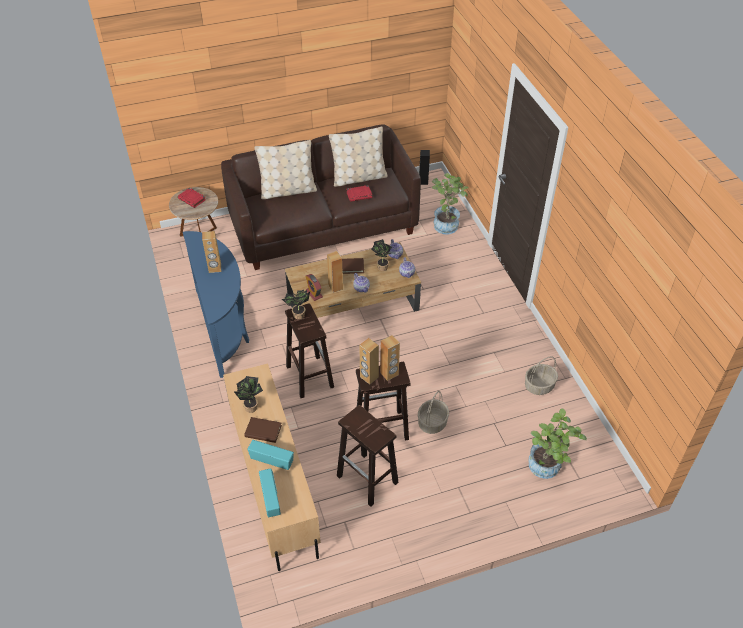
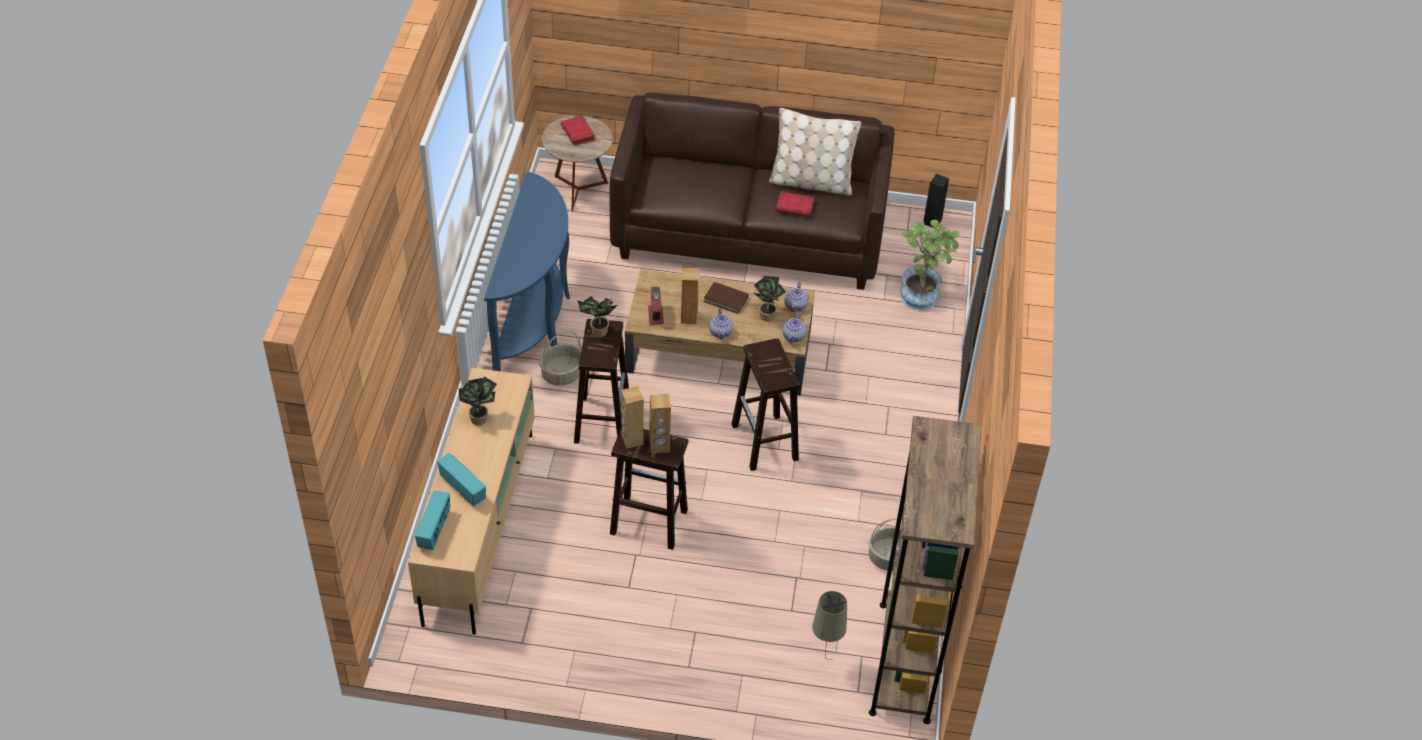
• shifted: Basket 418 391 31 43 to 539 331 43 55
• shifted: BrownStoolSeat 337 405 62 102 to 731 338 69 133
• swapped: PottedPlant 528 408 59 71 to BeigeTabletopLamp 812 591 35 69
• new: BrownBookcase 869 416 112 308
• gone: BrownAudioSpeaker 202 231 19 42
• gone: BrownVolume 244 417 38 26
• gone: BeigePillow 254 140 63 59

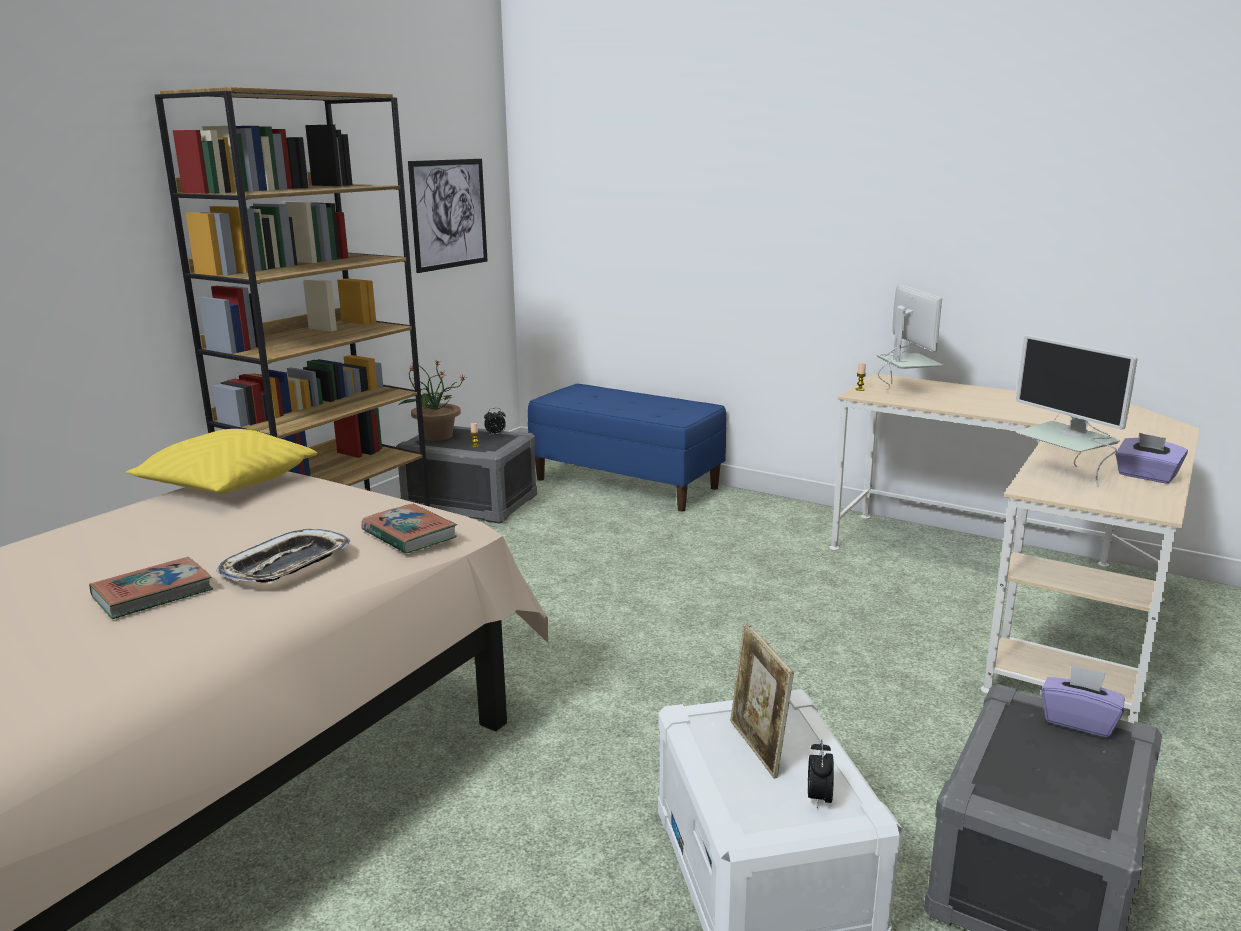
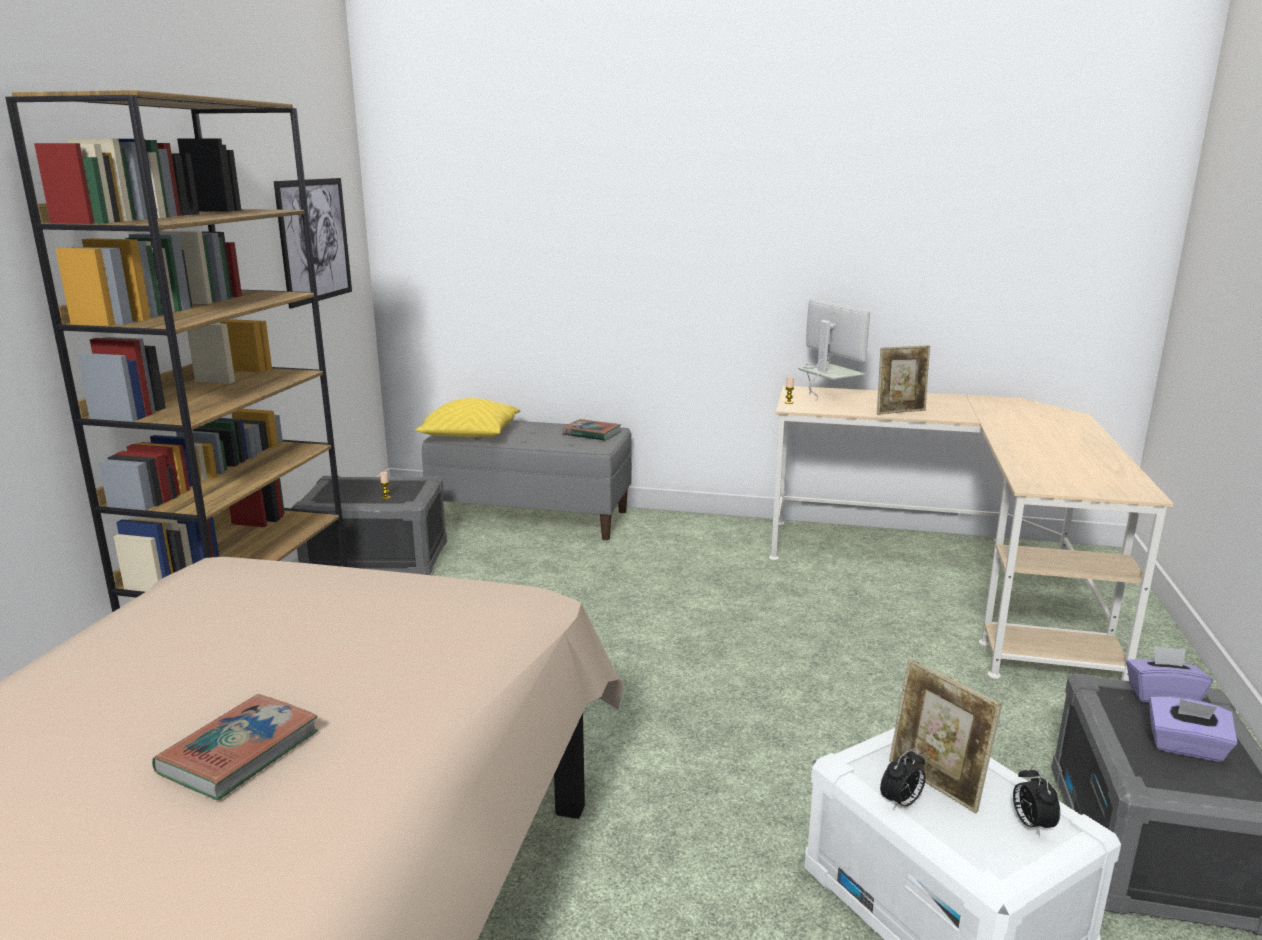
• shifted: YellowColouredPillow 126 429 191 65 to 415 398 106 39
• repainted: BlueIndoorBench 527 384 199 127 to GrayIndoorBench 422 421 210 119
• shifted: Volume 361 504 96 50 to 562 419 59 22
• new: PhotoFrame 877 346 53 69
• shifted: BedsideClock 484 408 22 28 to 880 748 46 62
• shifted: PurpleTissueHolder 1115 433 73 51 to 1149 696 89 66
• gone: Tray 217 529 133 54
• gone: PottedPlant 399 359 68 82
• gone: ComputerScreen 1016 335 121 153

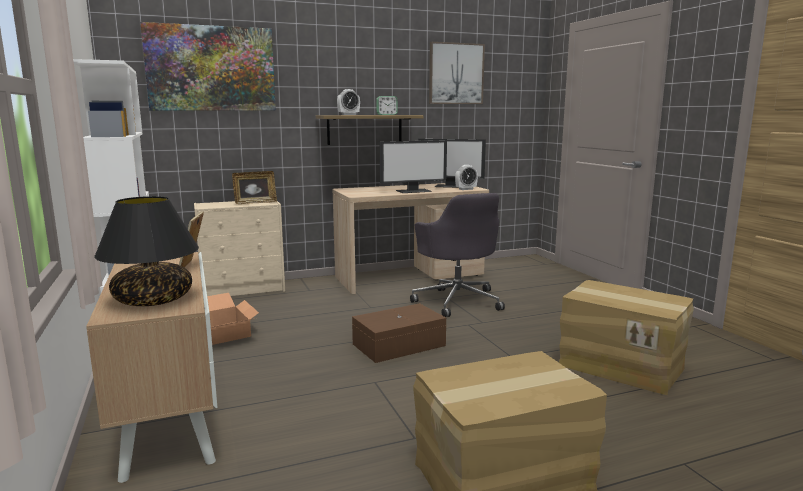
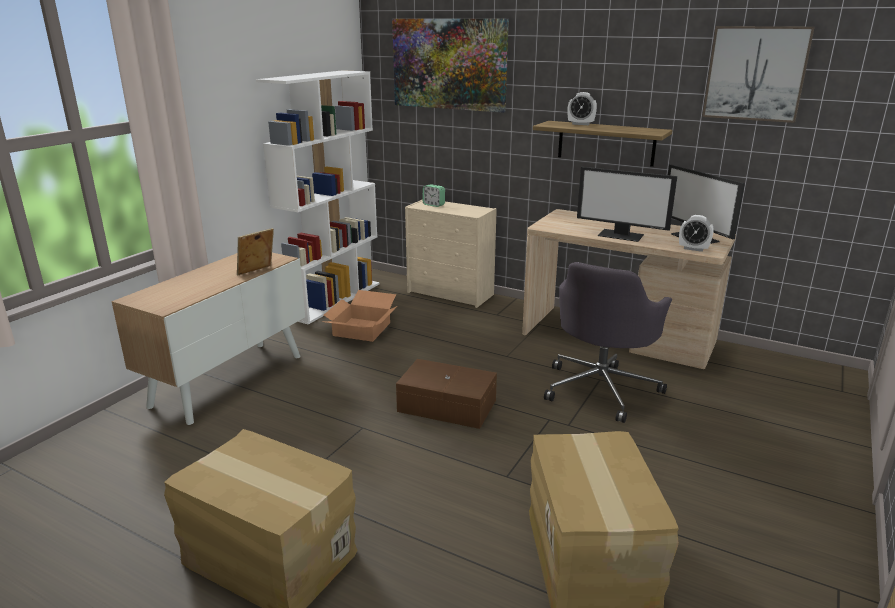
• shifted: BedsideClock 376 96 21 19 to 423 184 22 23
• gone: BlackishTabletopLamp 94 196 105 110
• gone: PhotoFrame 232 171 45 33

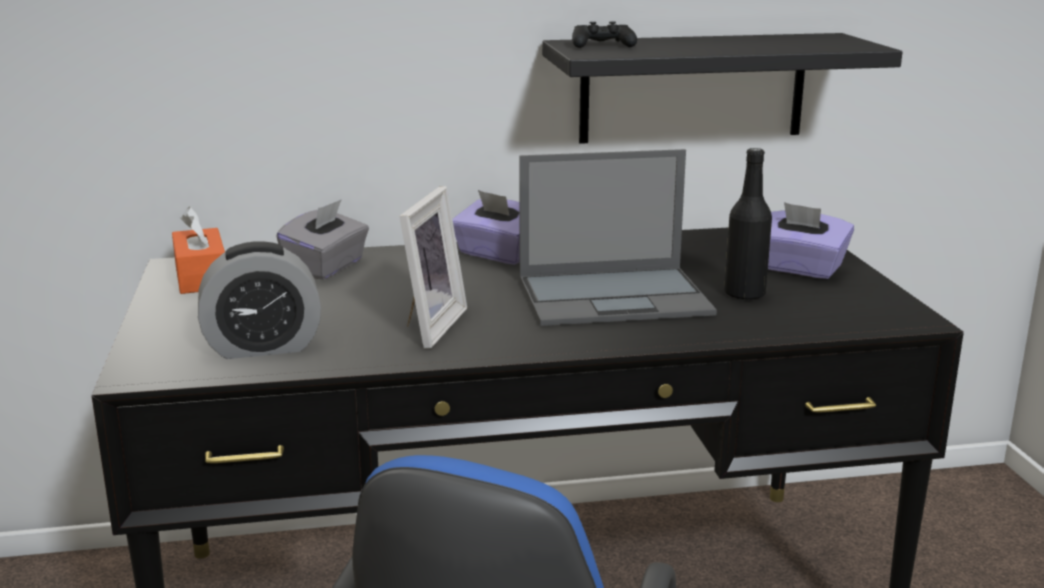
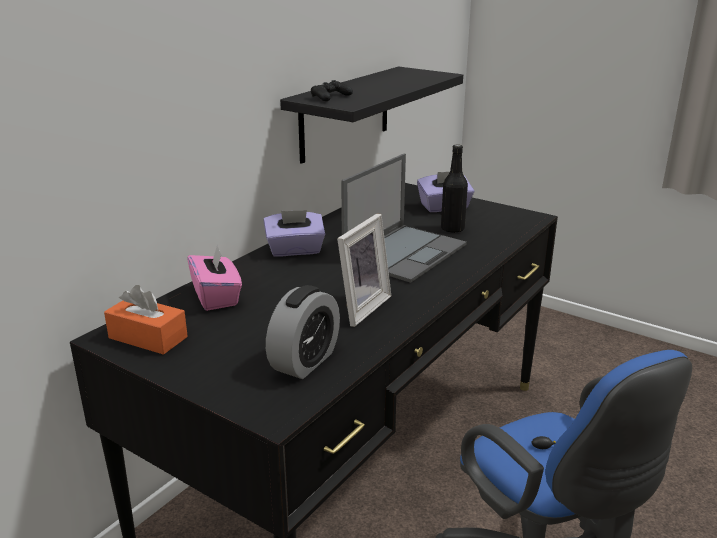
• repainted: GrayTissueHolder 276 199 93 81 to PinkTissueHolder 187 244 55 67
• rotated: PhotoFrame 399 186 68 163 = 337 214 54 113 60 degrees clockwise

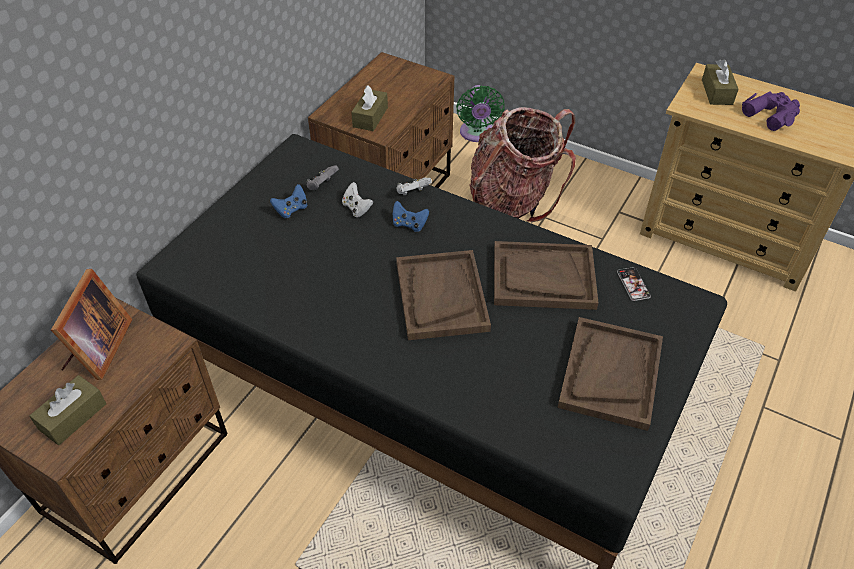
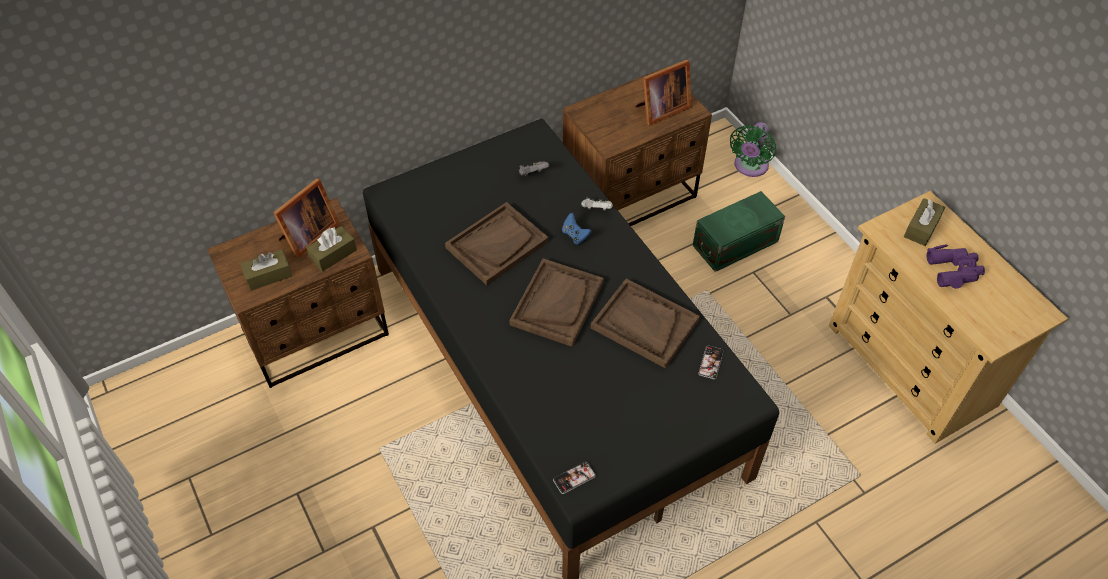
• shifted: BrownTissueHolder 351 86 37 45 to 306 226 51 46
• shifted: BrownTray 557 317 106 114 to 445 202 104 83
• new: Handset 553 462 43 32
• new: PhotoFrame 636 59 56 67
• swapped: Knapsack 470 107 106 116 to GreenStorageBin 693 191 92 81
• gone: BlueGamepad 270 184 38 34
• gone: WhitishGamepad 342 182 31 35

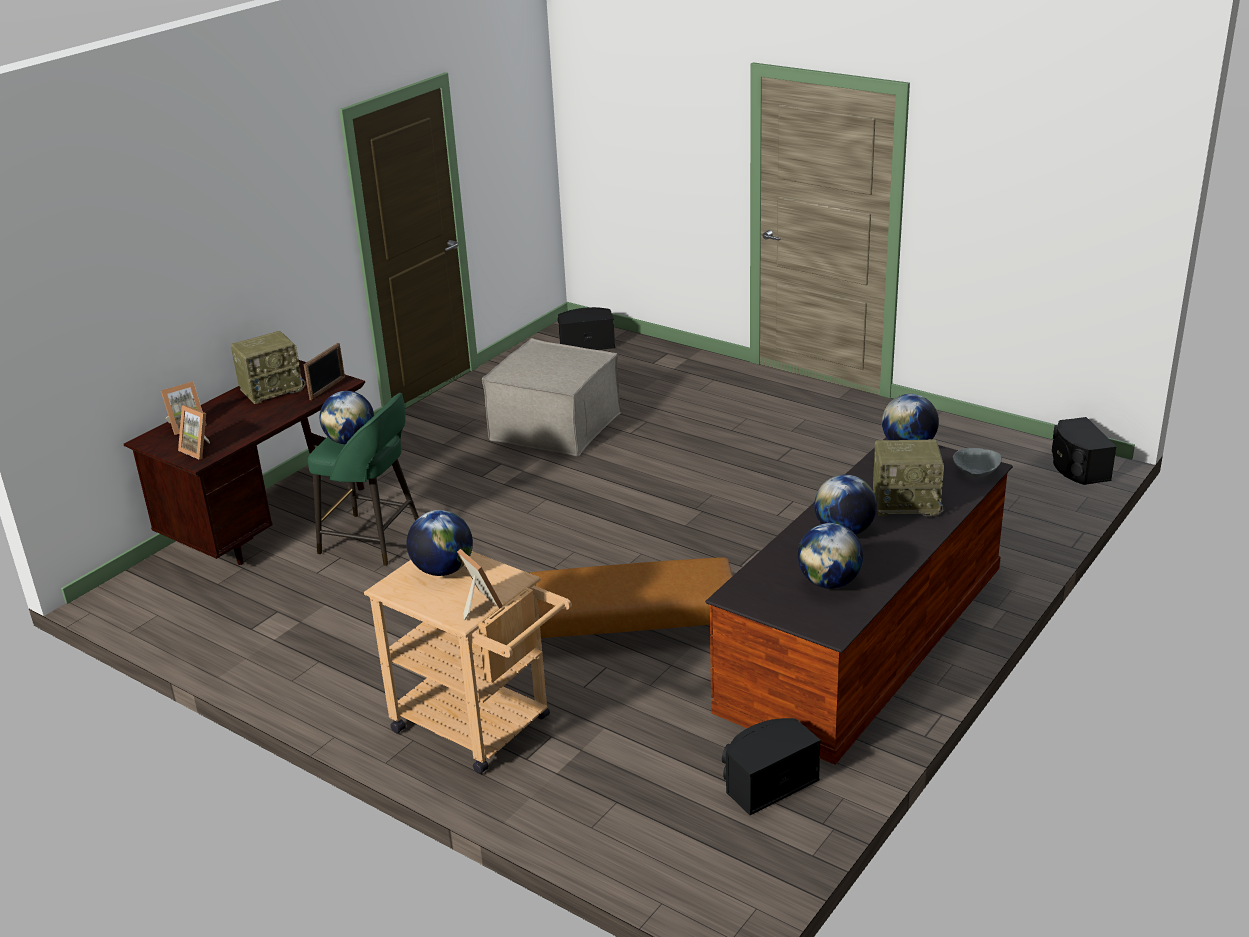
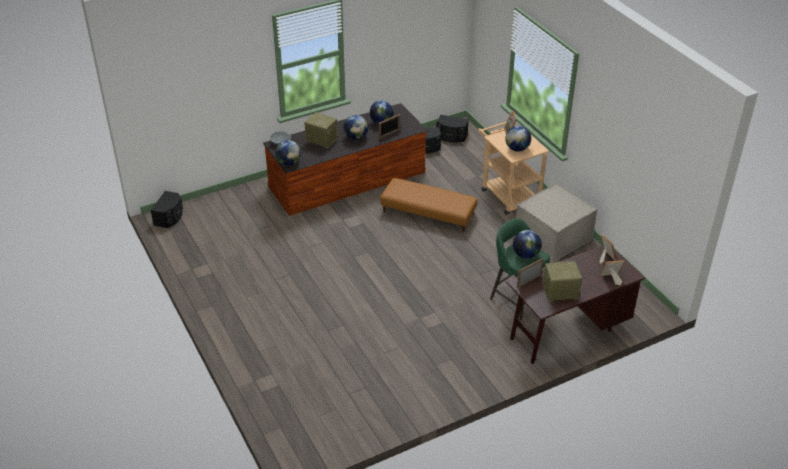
• new: PhotoFrame 379 114 21 25
• shifted: BlackishAudioSpeaker 557 307 58 43 to 436 115 33 28
• shifted: BeigeFootrest 482 338 139 119 to 515 182 83 80

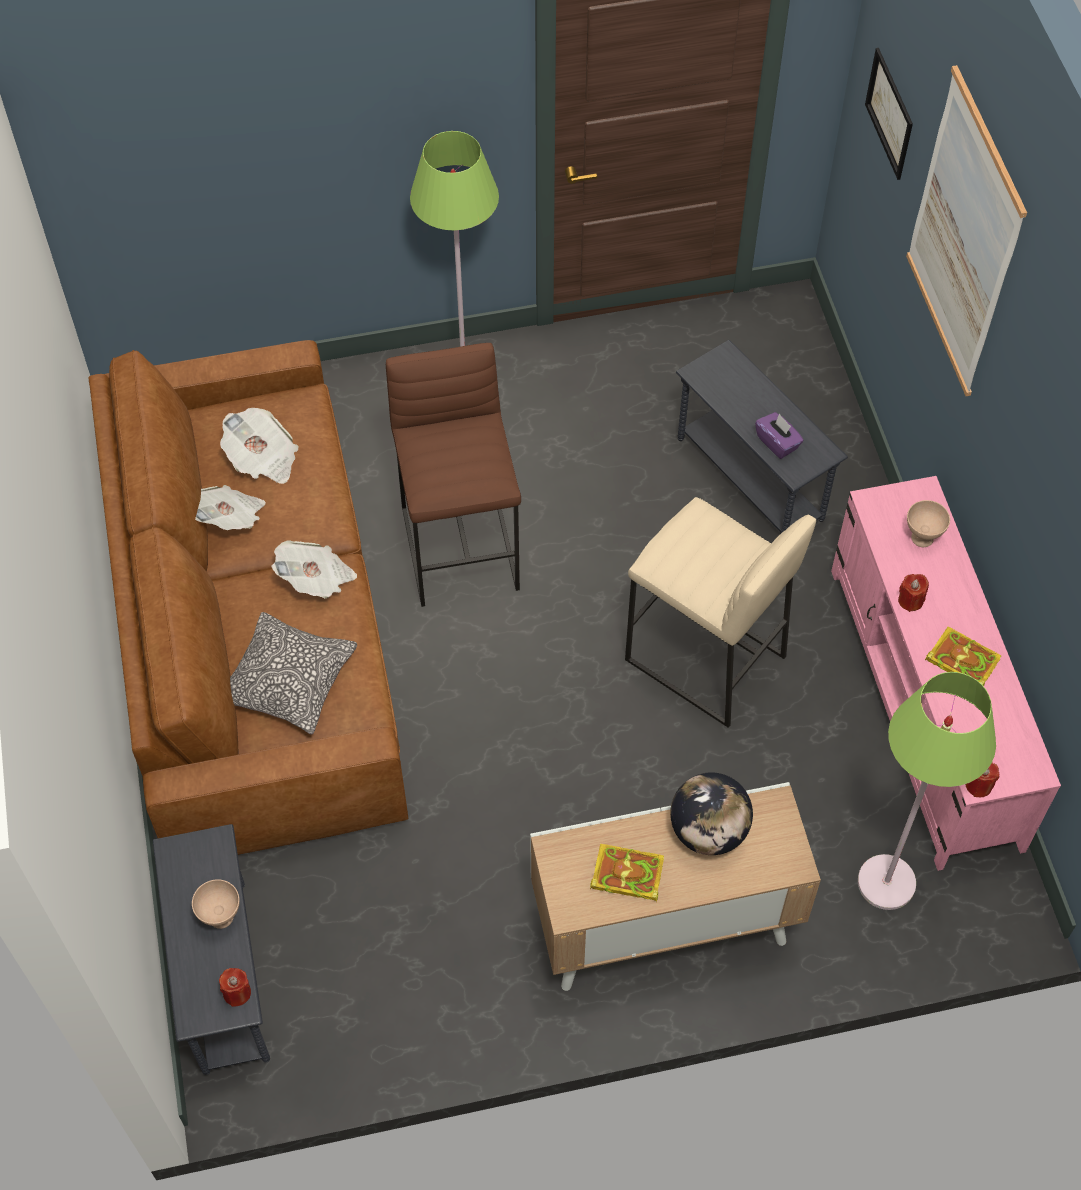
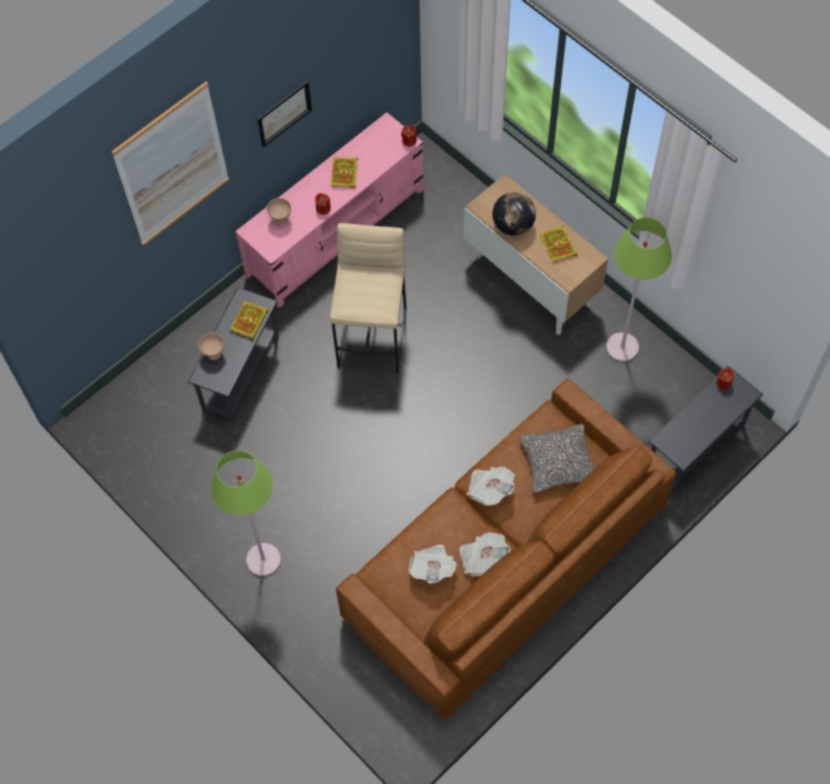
• shifted: BeigeDeepDish 192 879 48 50 to 199 333 25 27
• swapped: PurpleTissueHolder 755 412 49 47 to Volume 230 302 39 37
• shifted: WallPicture 865 48 48 132 to 257 81 55 67
• shifted: GreenFloorLamp 858 672 138 238 to 606 217 66 145
• gone: BrownStoolSeat 386 343 135 264

